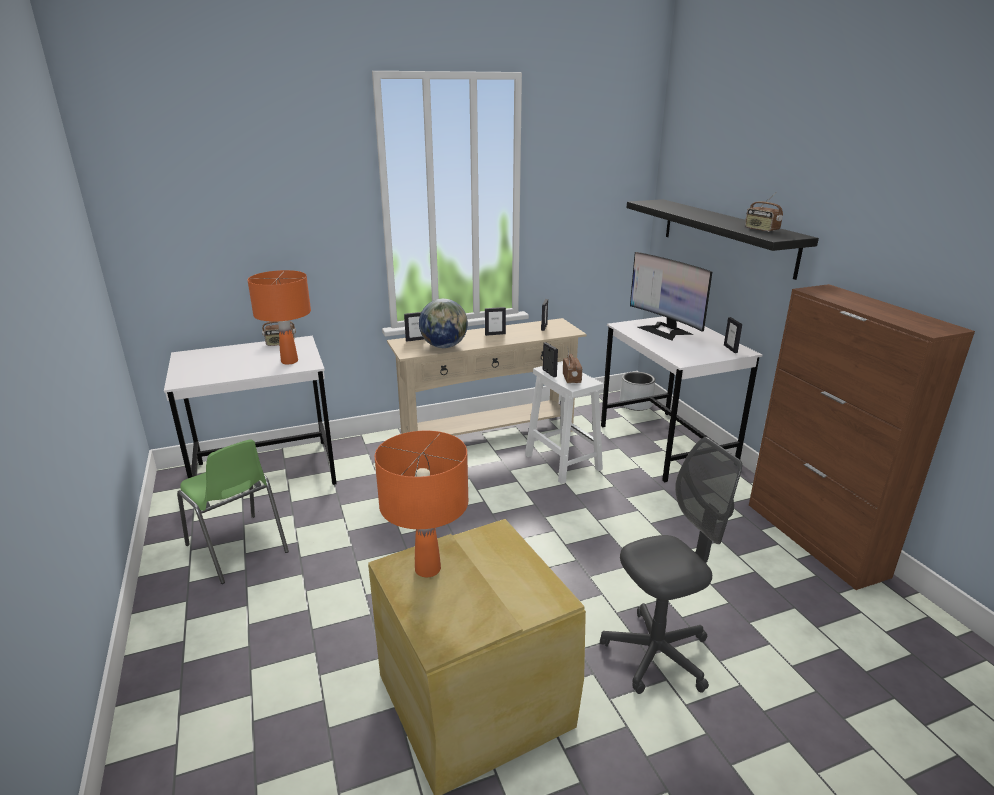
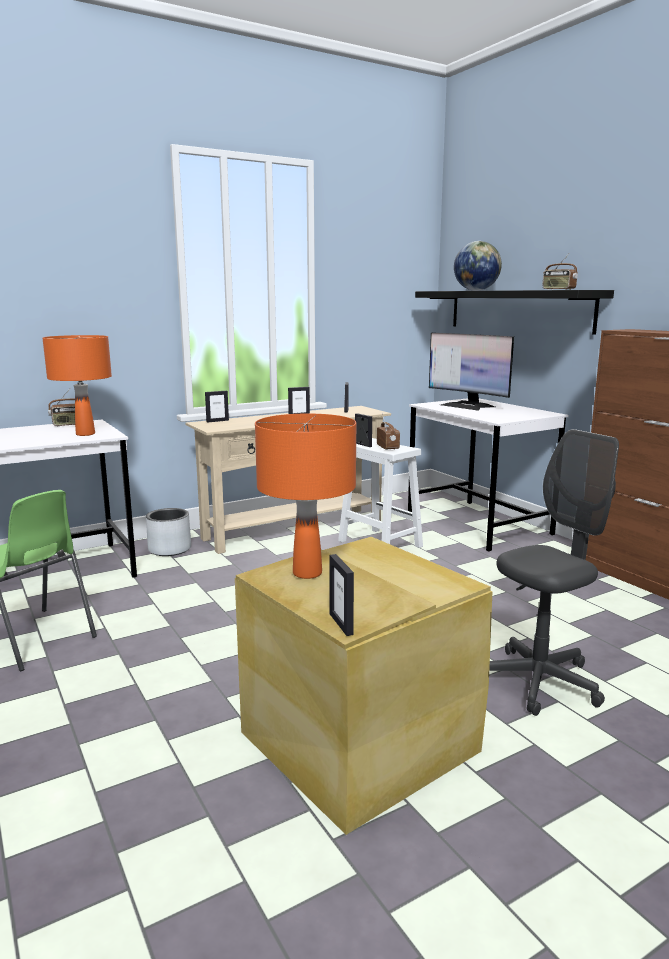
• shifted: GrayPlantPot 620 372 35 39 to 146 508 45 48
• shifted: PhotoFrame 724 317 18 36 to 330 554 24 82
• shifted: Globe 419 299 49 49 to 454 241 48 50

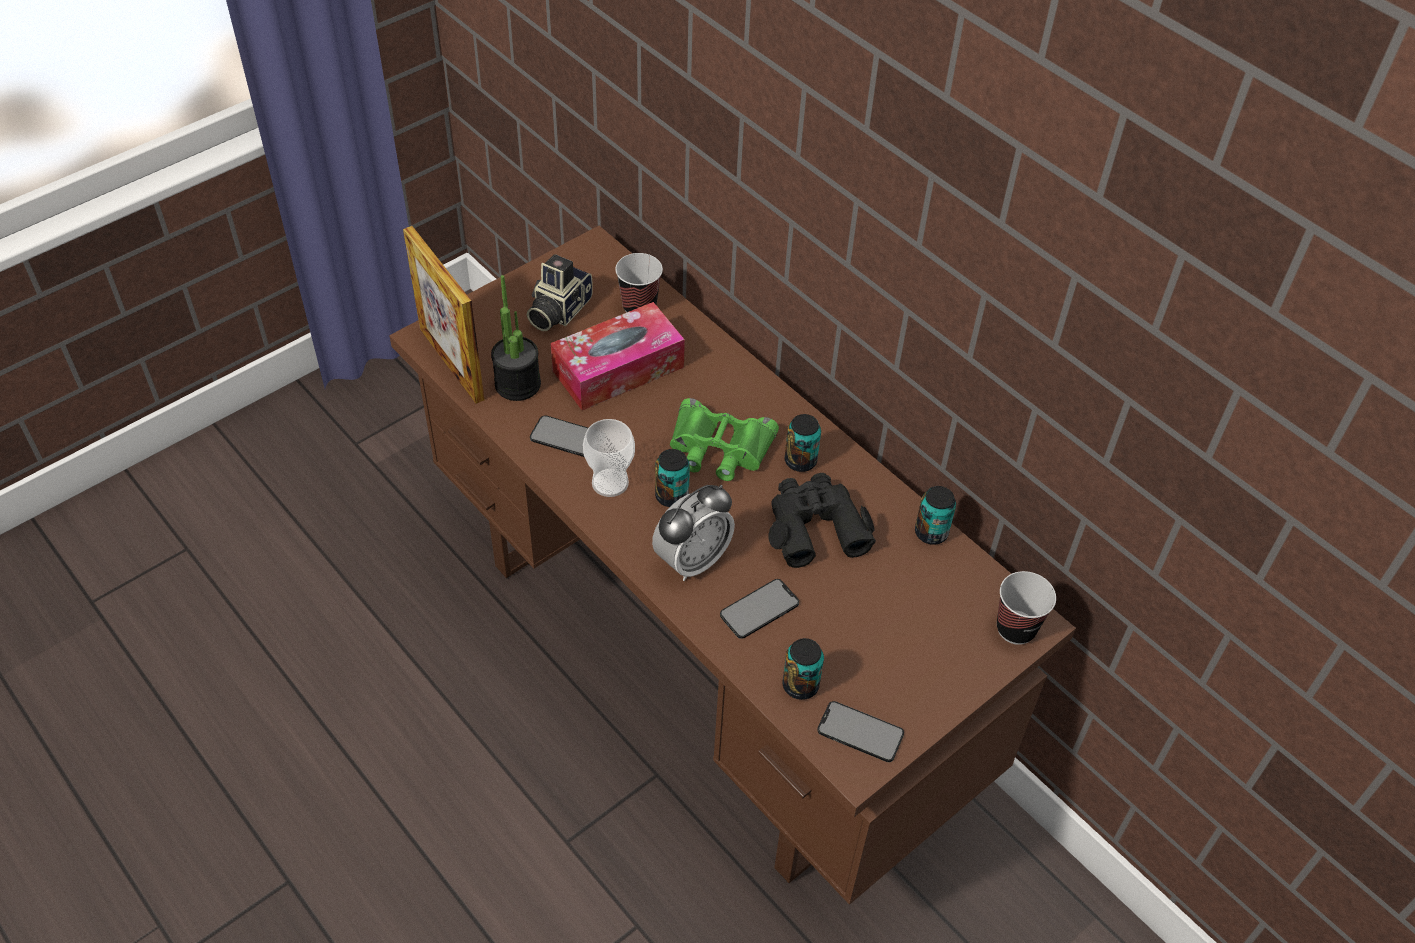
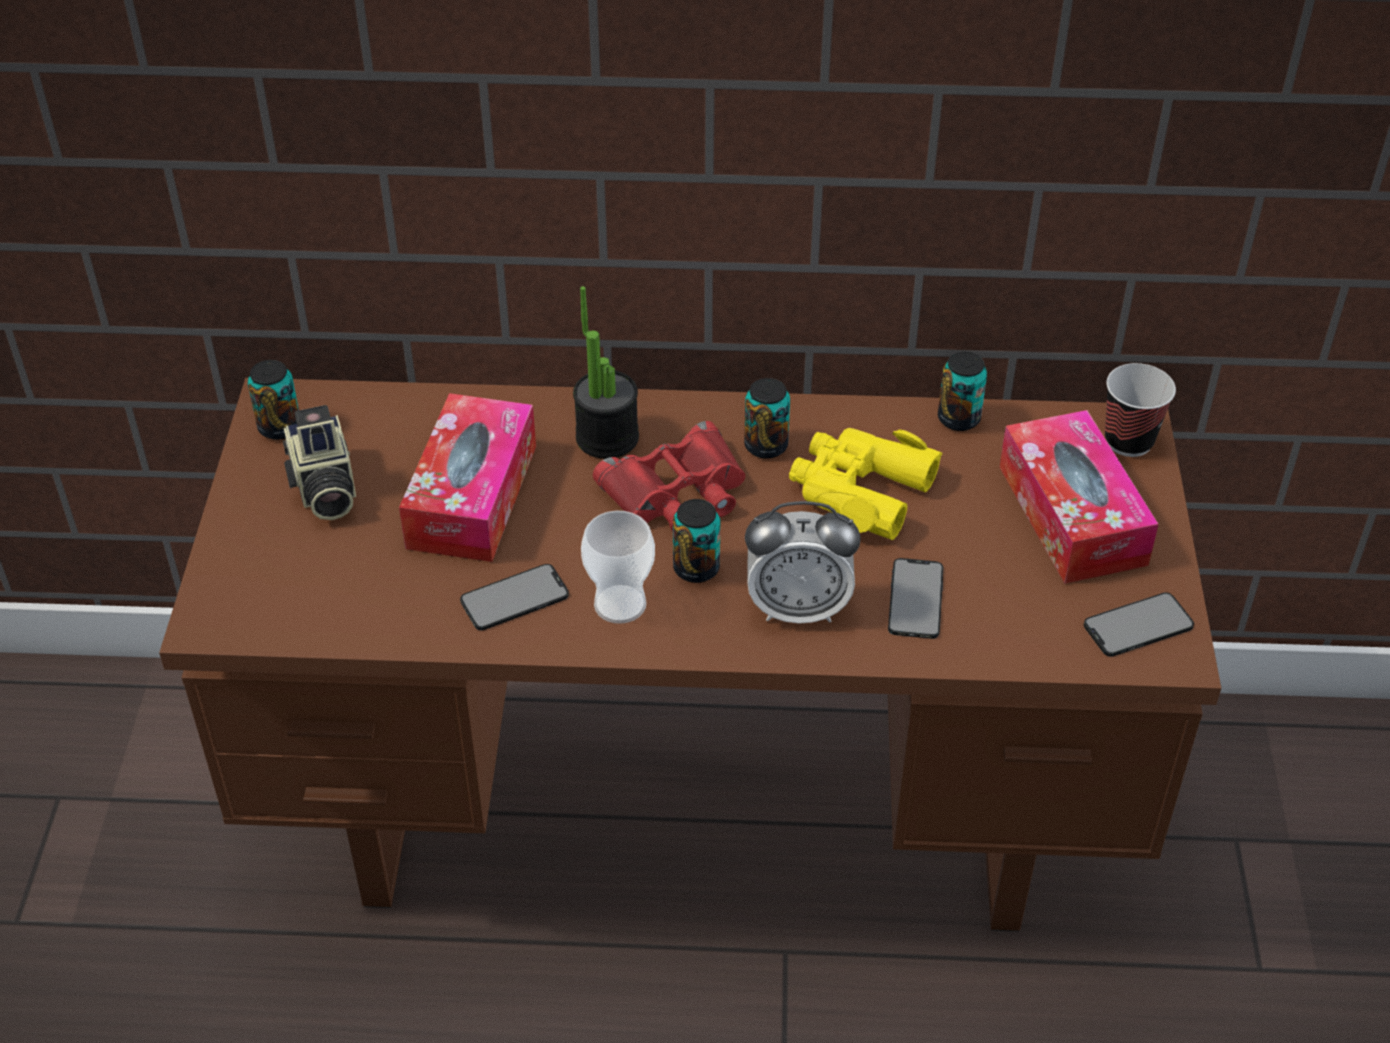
• shifted: SealedCan 783 638 41 62 to 248 360 51 80
• shifted: PottedPlant 491 275 50 126 to 573 286 66 173
• repainted: GreenPairOfBinoculars 670 398 109 83 to ReddishPairOfBinoculars 593 421 152 111
• rotated: BedsideClock 652 485 83 96 = 745 501 116 123 90 degrees clockwise
• repainted: BlackishPairOfBinoculars 769 473 107 95 to YellowColouredPairOfBinoculars 789 428 153 112
• new: TissueHolder 999 410 160 174
• gone: PhotoFrame 403 226 81 178
• gone: DrinkingCup 615 253 48 60

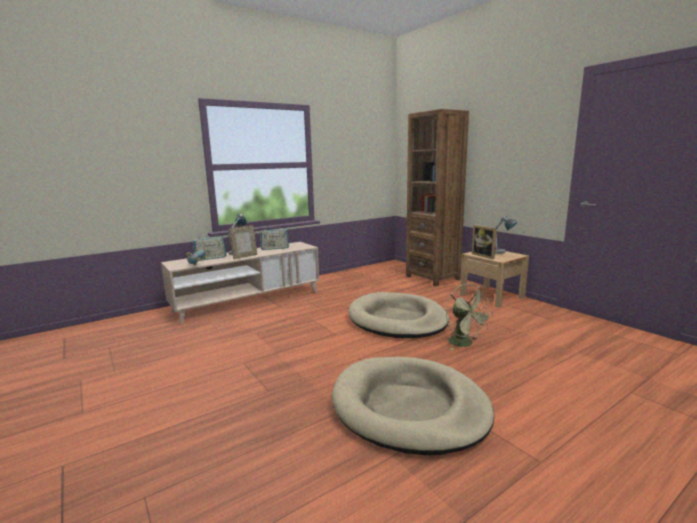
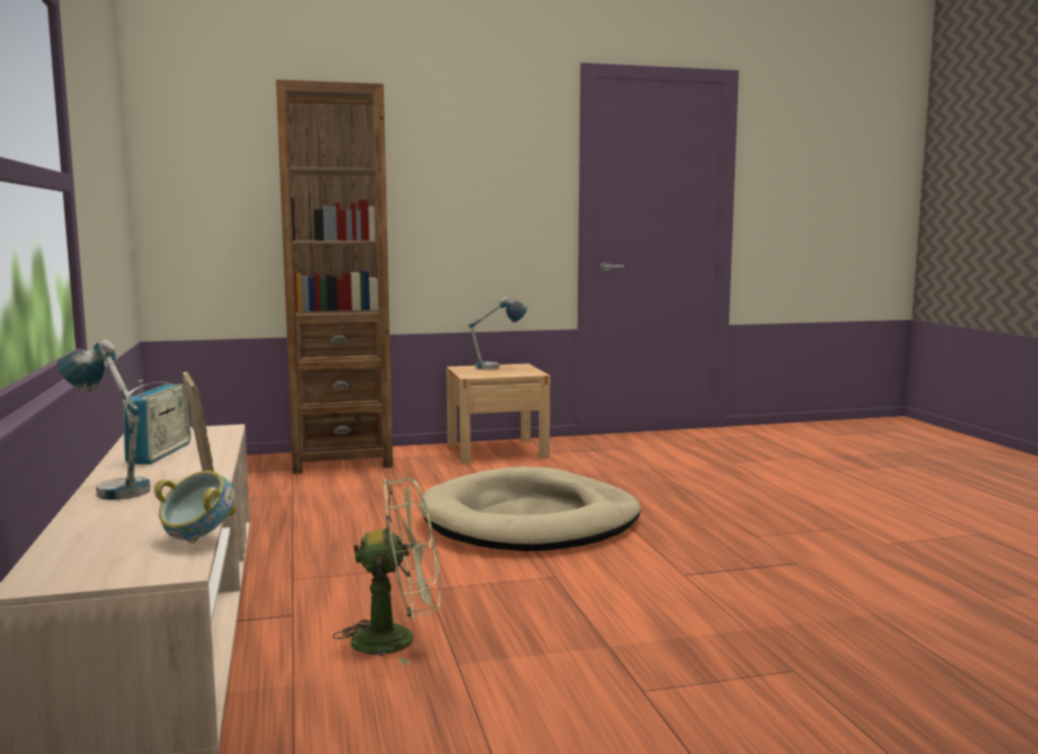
• shifted: GreenFan 446 283 47 67 to 333 477 107 188
• gone: RadioReceiver 193 234 34 27
• gone: BeigePetBed 332 357 162 98
• gone: PhotoFrame 472 225 25 34

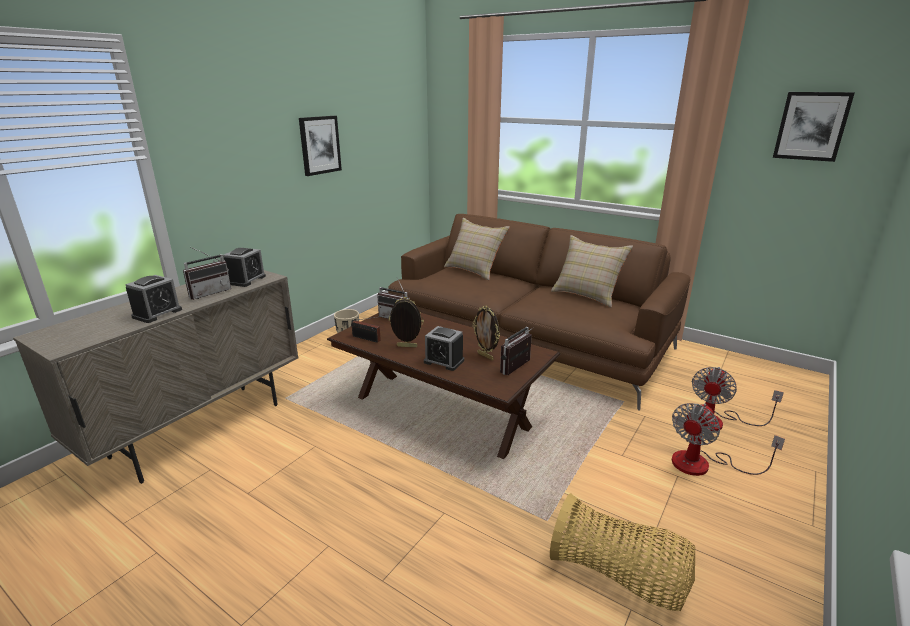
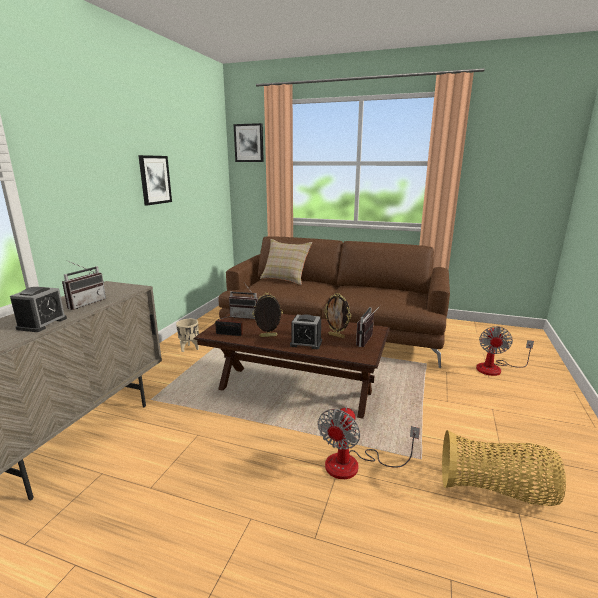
• shifted: WallPicture 773 92 82 70 to 234 123 30 39
• shifted: Fan 672 403 113 73 to 318 407 102 72
• gone: BedsideClock 223 248 43 39
• gone: BeigePillow 551 235 82 73

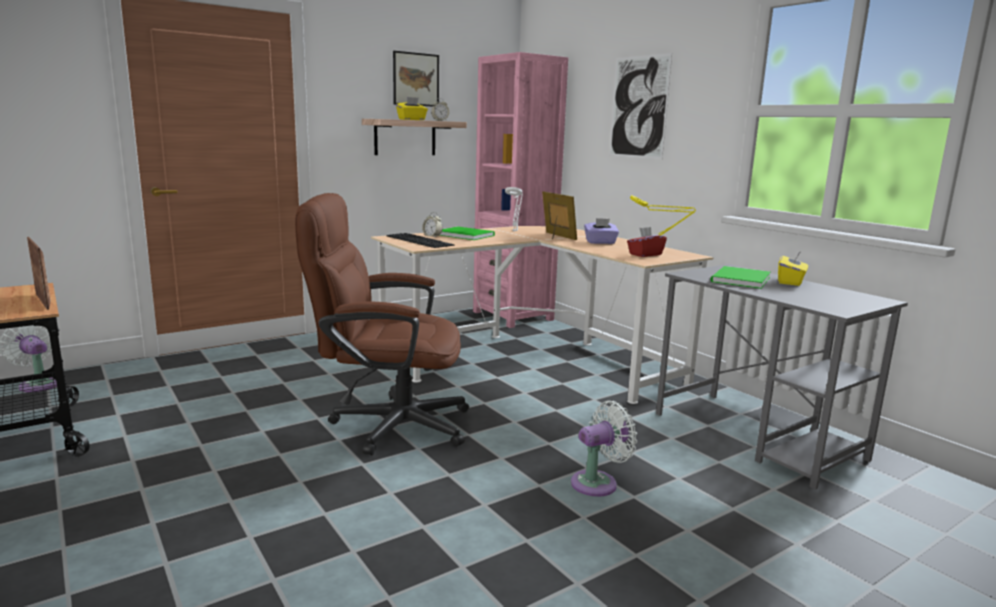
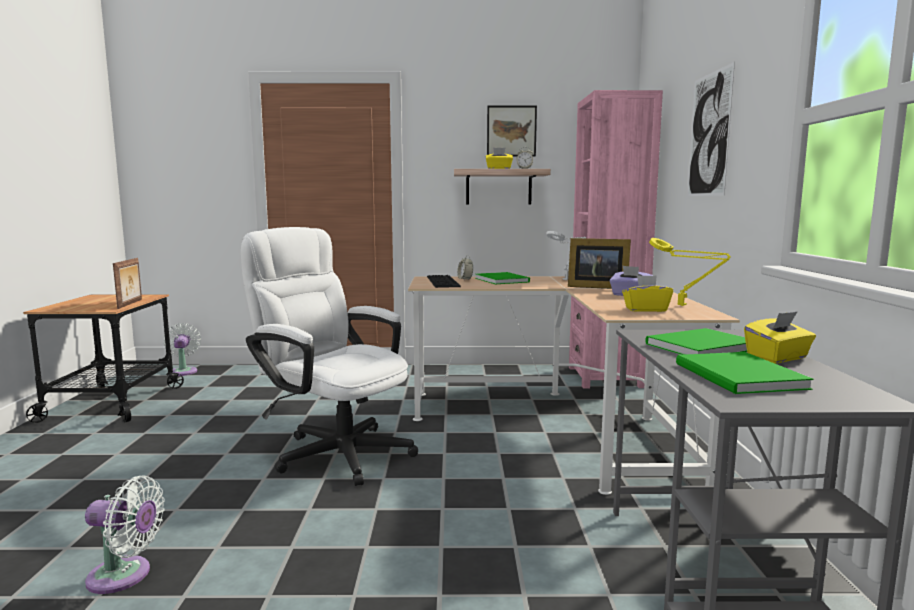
• shifted: WhitishFan 571 401 66 96 to 85 476 80 118
• repainted: BrownComputerChair 295 193 174 262 to WhitishComputerChair 241 227 177 259
• rotated: PhotoFrame 542 191 35 49 = 568 238 63 51 105 degrees clockwise
• repainted: ReddishTissueHolder 627 227 40 30 to YellowColouredTissueHolder 622 275 51 37
• new: GreenVolume 676 352 137 42

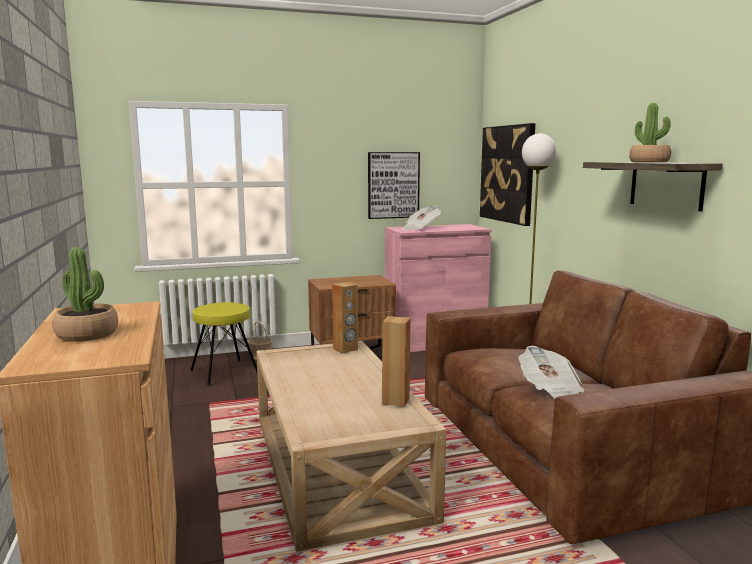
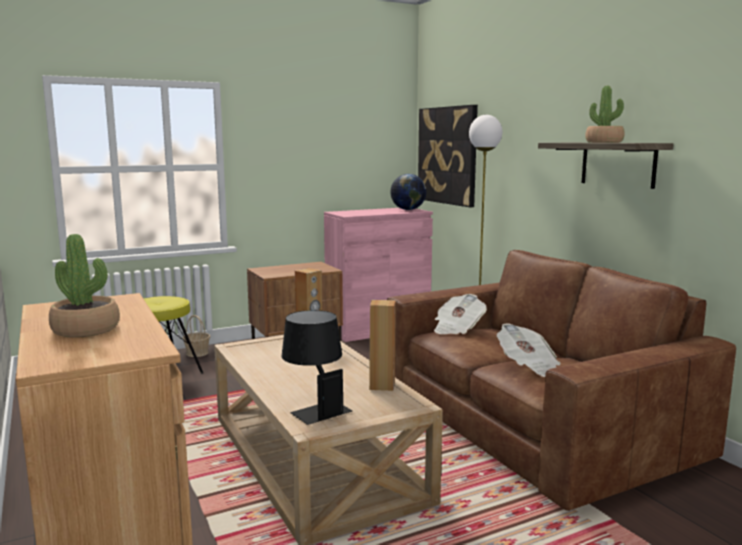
• new: BlackishTabletopLamp 281 310 71 115
• new: Globe 390 174 36 36
• shifted: PrintedPaper 402 206 39 24 to 434 294 53 40
• gone: WallPicture 368 152 52 67

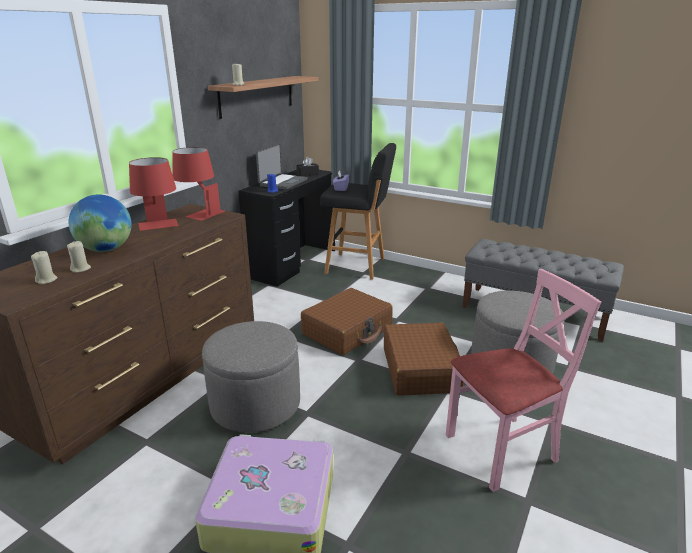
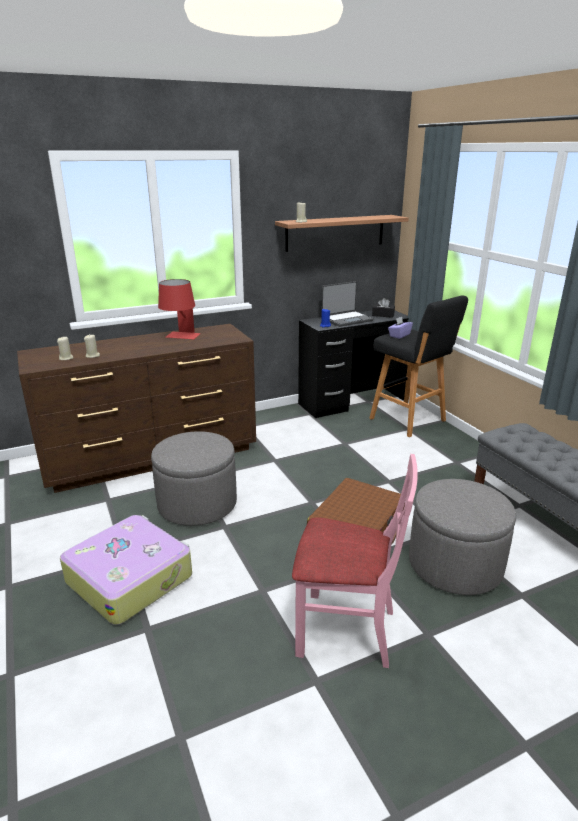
• gone: Globe 68 195 64 57
• gone: ReddishTabletopLamp 173 147 52 74
• gone: BrownSuitcase 301 288 92 67

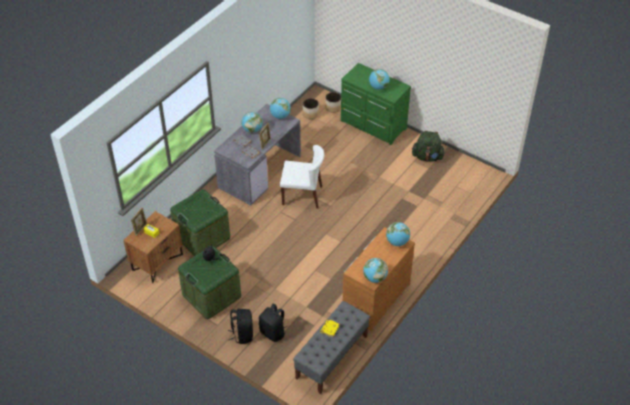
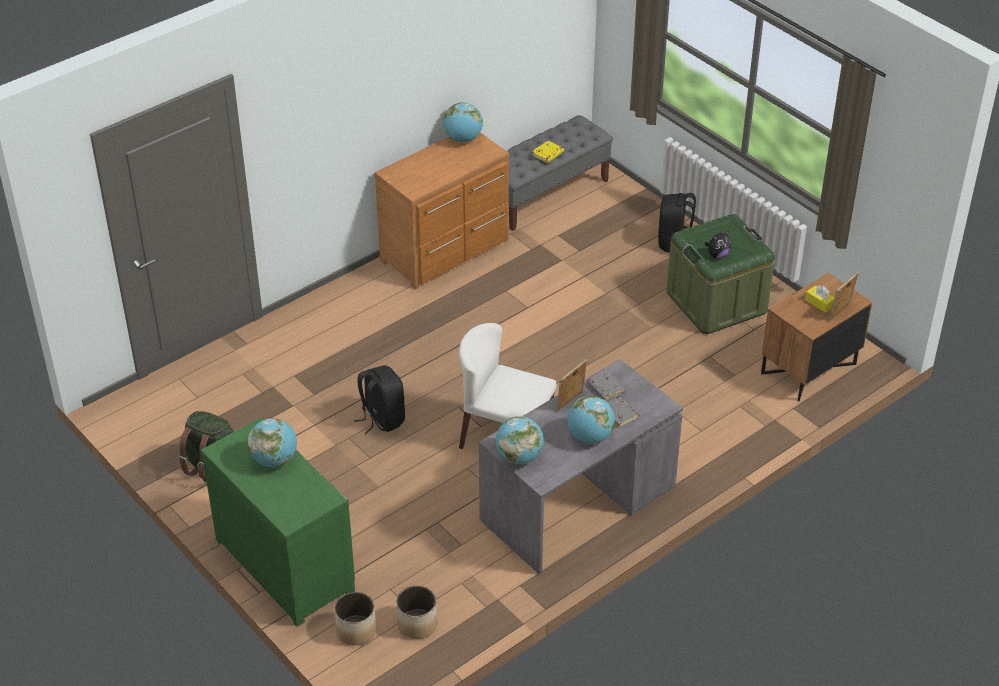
• shifted: BlackishKnapsack 259 304 28 38 to 354 365 51 69
• gone: GreenStorageBin 170 189 60 67
• gone: Globe 386 222 24 24

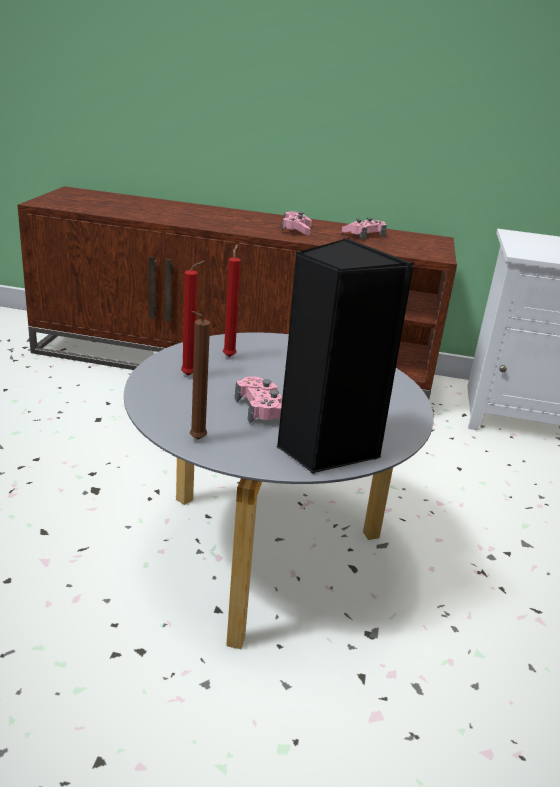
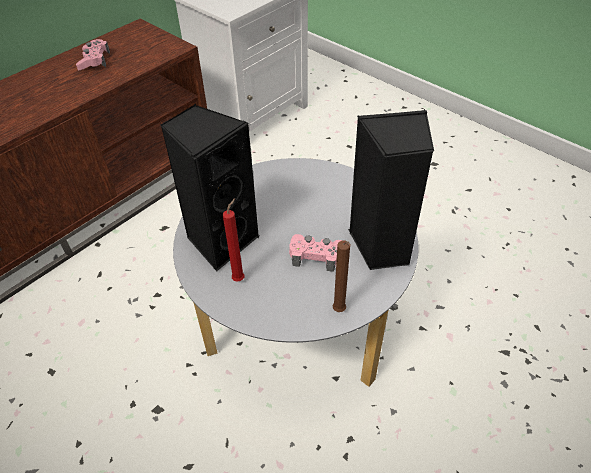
• swapped: ReddishCandle 223 244 18 113 to BlackishAudioSpeaker 160 104 99 168
• gone: PinkGamepad 281 211 31 24

